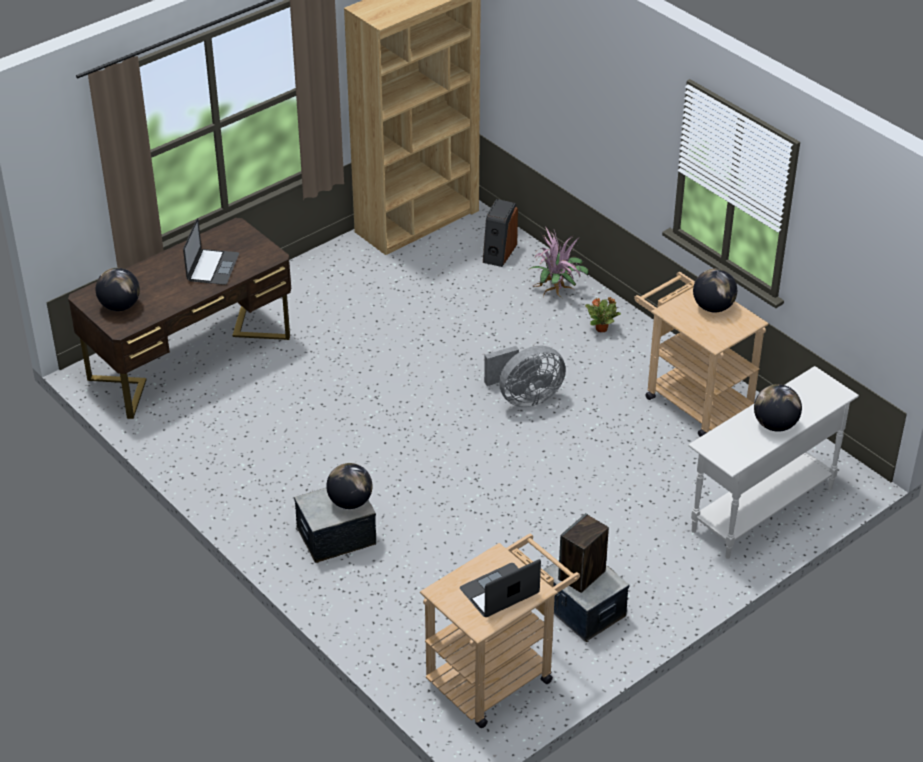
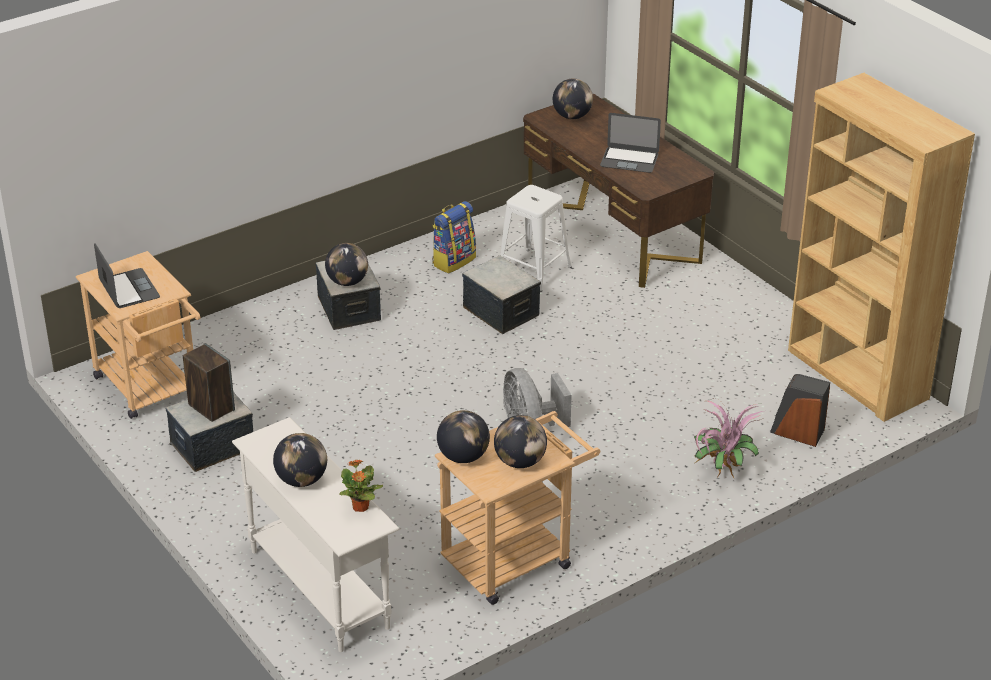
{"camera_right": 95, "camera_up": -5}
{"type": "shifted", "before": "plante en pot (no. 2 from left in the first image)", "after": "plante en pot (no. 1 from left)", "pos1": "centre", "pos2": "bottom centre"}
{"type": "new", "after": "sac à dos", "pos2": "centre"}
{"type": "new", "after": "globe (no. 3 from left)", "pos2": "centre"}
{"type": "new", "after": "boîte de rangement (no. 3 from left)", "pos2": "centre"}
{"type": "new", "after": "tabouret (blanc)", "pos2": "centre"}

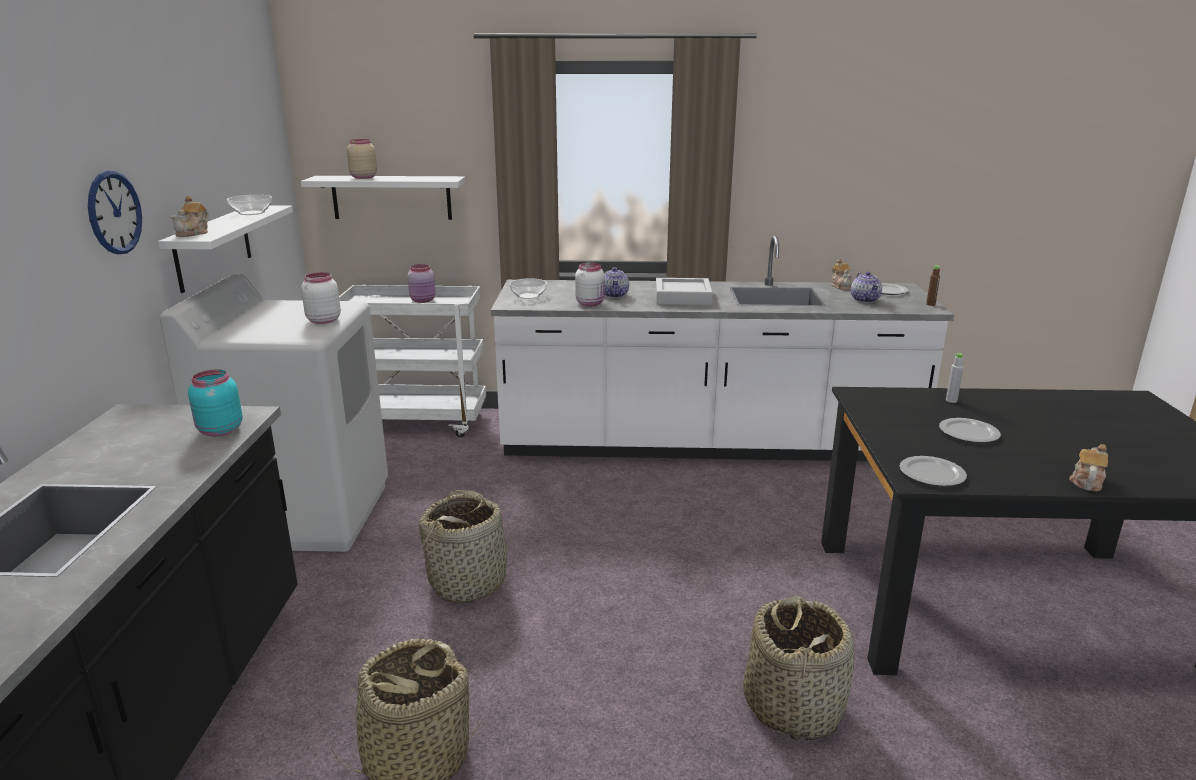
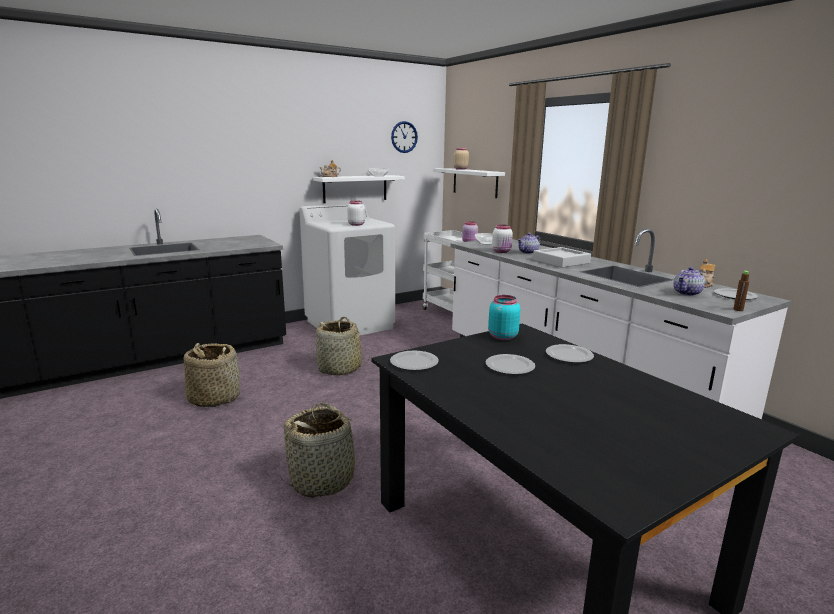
{"camera_right": 55, "camera_up": -5}
{"type": "shifted", "before": "horloge murale", "pos1": "top left", "pos2": "top centre"}
{"type": "shifted", "before": "bocal (turquoise)", "pos1": "middle left", "pos2": "centre"}
{"type": "swapped", "before": "bouteille (gris)", "after": "assiette (no. 3 from left)", "pos1": "middle right", "pos2": "middle right"}
{"type": "gone", "before": "théière (no. 5 from left)", "pos1": "middle right"}

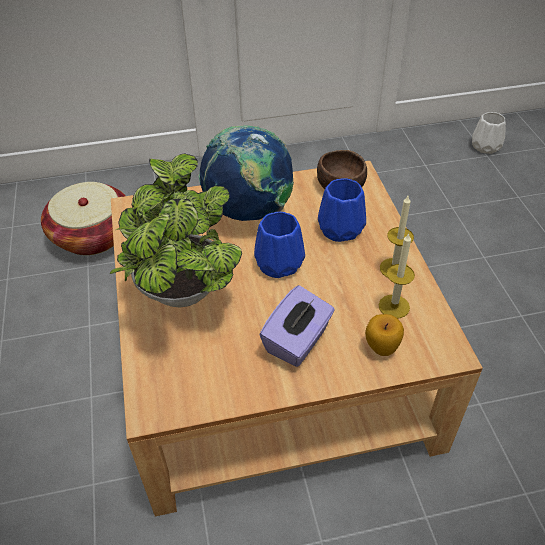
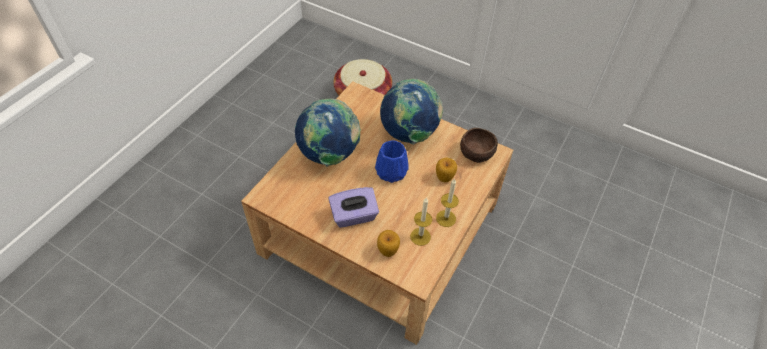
{"camera_right": 40, "camera_up": 5}
{"type": "swapped", "before": "plante en pot", "after": "globe (no. 1 from left)", "pos1": "middle left", "pos2": "centre"}
{"type": "swapped", "before": "vase (bleu) (no. 2 from left)", "after": "pomme (no. 2 from left)", "pos1": "centre", "pos2": "centre"}
{"type": "gone", "before": "vase (blanc)", "pos1": "top right"}

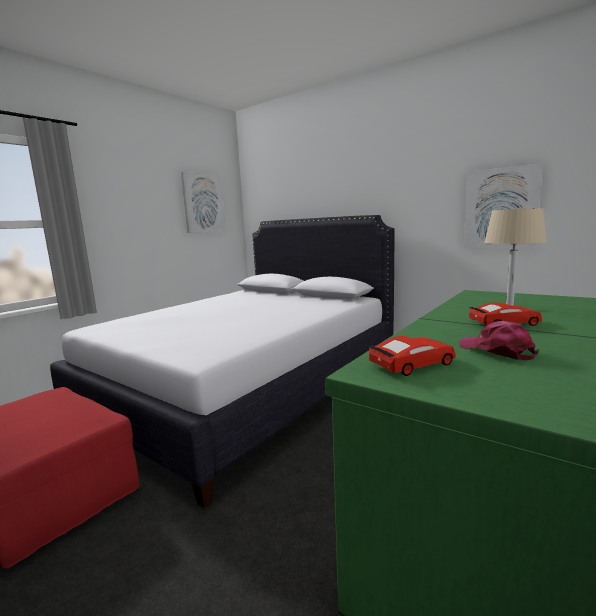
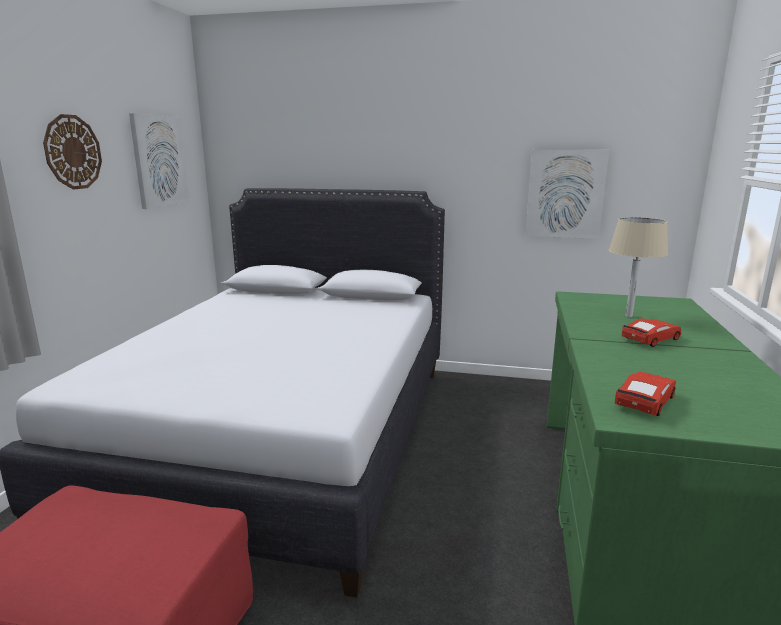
{"camera_right": -25, "camera_up": 5}
{"type": "new", "after": "horloge murale", "pos2": "top left"}
{"type": "gone", "before": "casquette (rose)", "pos1": "middle right"}

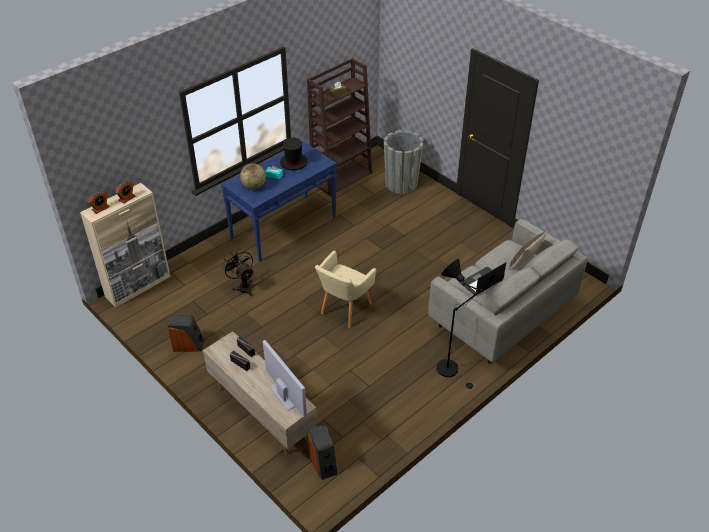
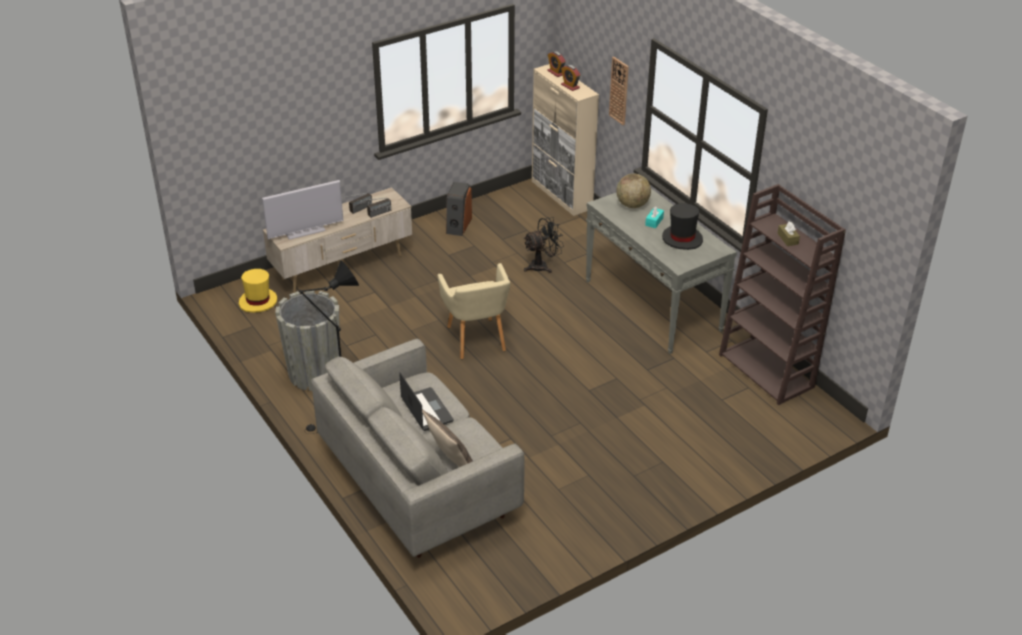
{"camera_right": 100, "camera_up": -5}
{"type": "swapped", "before": "enceinte (no. 2 from left)", "after": "chapeau (jaune)", "pos1": "bottom centre", "pos2": "middle left"}
{"type": "shifted", "before": "cache-pot (gris)", "pos1": "top centre", "pos2": "middle left"}
{"type": "rotated", "before": "fauteuil (beige)", "pos1": "centre", "pos2": "centre", "turn": -150}
{"type": "repainted", "before": "table console (bleu)", "after": "table console (gris)", "pos1": "centre", "pos2": "centre"}
{"type": "new", "after": "horloge murale", "pos2": "top centre"}

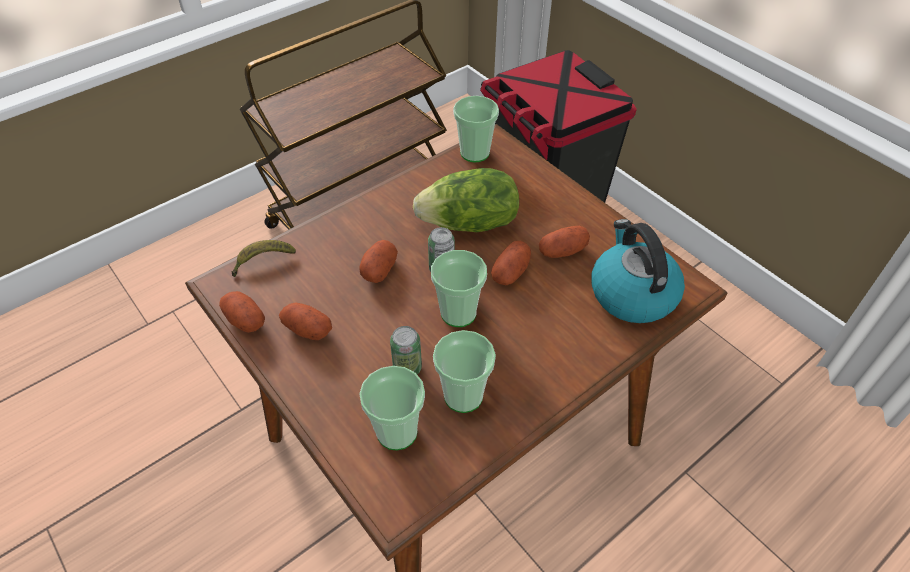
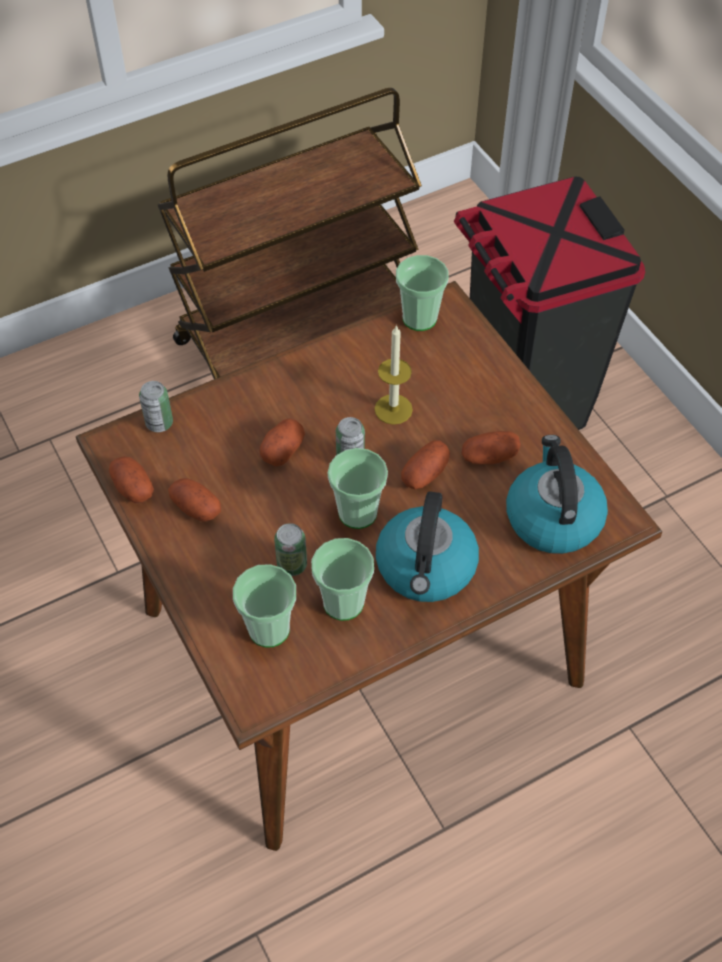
{"camera_right": 10, "camera_up": 5}
{"type": "swapped", "before": "banane", "after": "boîte métallique (no. 1 from left)", "pos1": "middle left", "pos2": "middle left"}
{"type": "swapped", "before": "laitue", "after": "bougie", "pos1": "centre", "pos2": "centre"}
{"type": "new", "after": "bouilloire (no. 1 from left)", "pos2": "centre"}

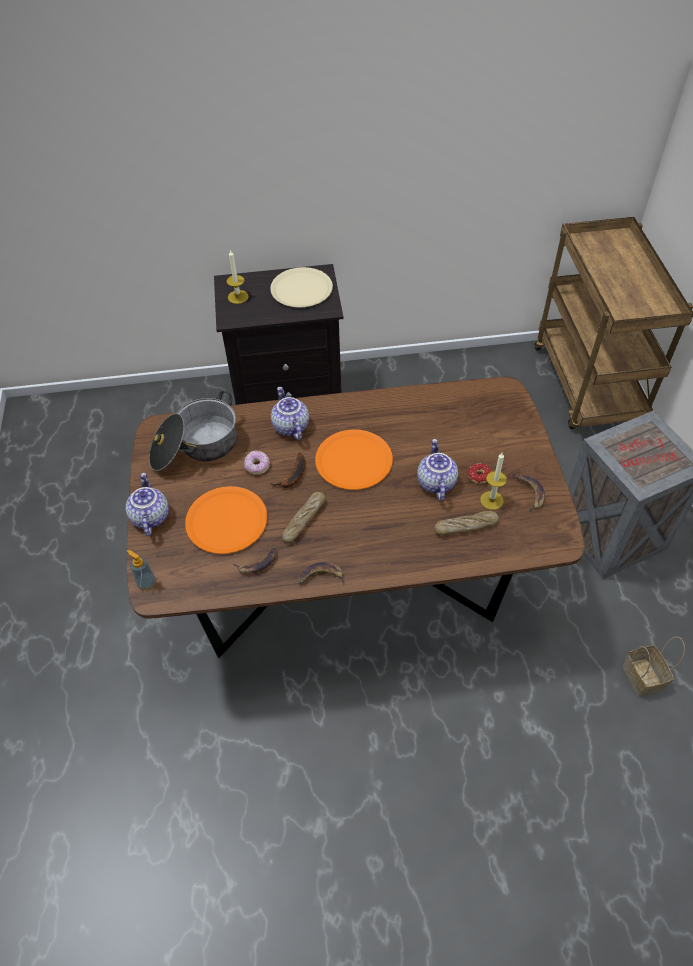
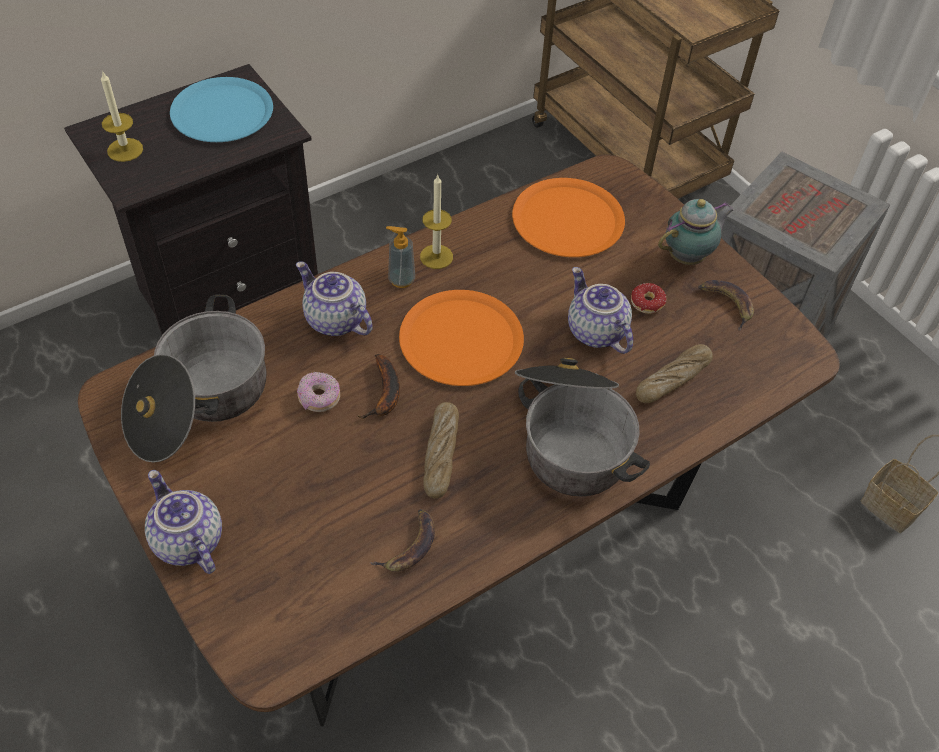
{"camera_right": -30, "camera_up": 0}
{"type": "repainted", "before": "assiette (beige)", "after": "assiette (bleu)", "pos1": "top centre", "pos2": "top left"}
{"type": "shifted", "before": "distributeur de savon", "pos1": "middle left", "pos2": "centre"}
{"type": "shifted", "before": "bougie (no. 2 from left)", "pos1": "middle right", "pos2": "top centre"}
{"type": "shifted", "before": "assiette (orange) (no. 1 from left in the first image)", "after": "assiette (orange) (no. 2 from left)", "pos1": "middle left", "pos2": "top centre"}
{"type": "new", "after": "marmite (no. 2 from left)", "pos2": "centre"}
{"type": "new", "after": "théière (no. 4 from left)", "pos2": "top right"}
{"type": "gone", "before": "banane (no. 3 from left)", "pos1": "centre"}

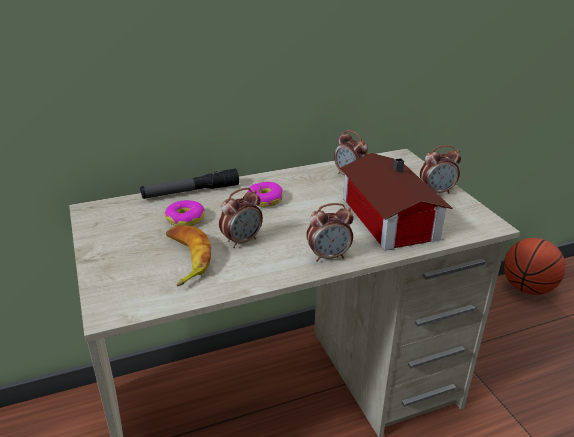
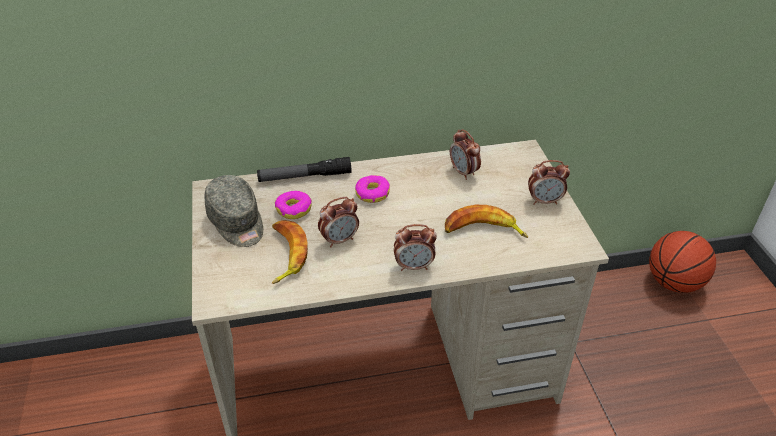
{"camera_right": 10, "camera_up": 10}
{"type": "new", "after": "casquette (gris)", "pos2": "middle left"}
{"type": "swapped", "before": "maison miniature", "after": "banane (no. 2 from left)", "pos1": "middle right", "pos2": "centre"}

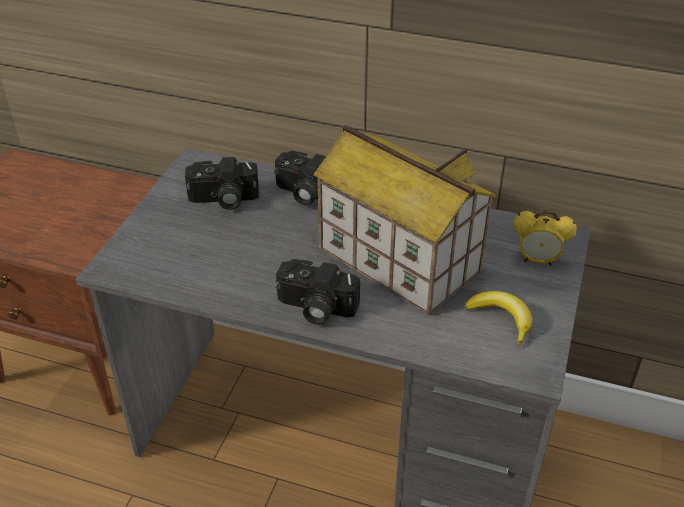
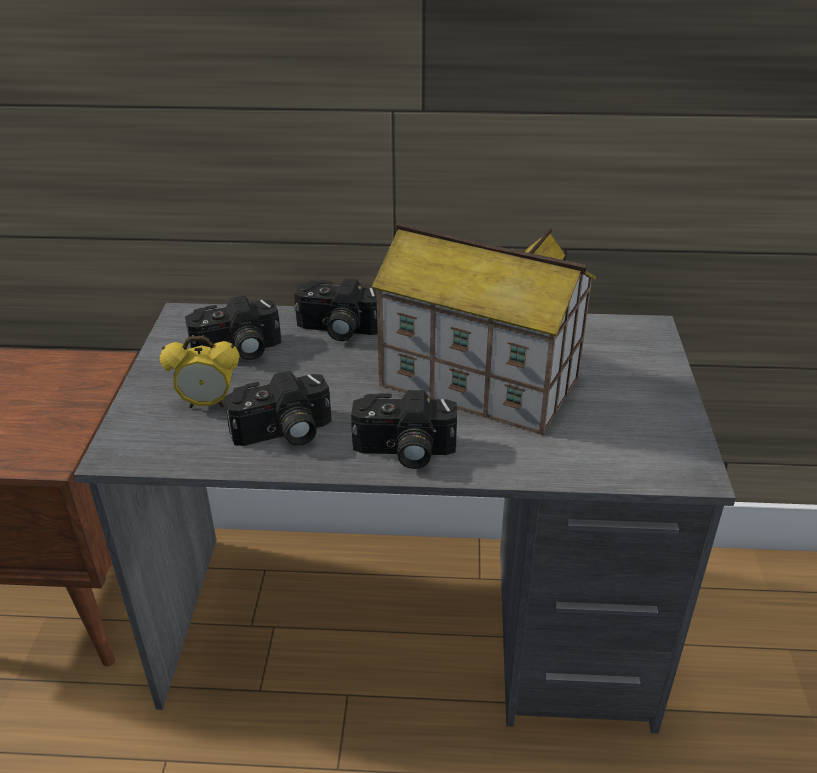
{"camera_right": -15, "camera_up": -5}
{"type": "shifted", "before": "réveil", "pos1": "middle right", "pos2": "middle left"}
{"type": "new", "after": "appareil photo (no. 2 from left)", "pos2": "centre"}
{"type": "gone", "before": "banane", "pos1": "middle right"}

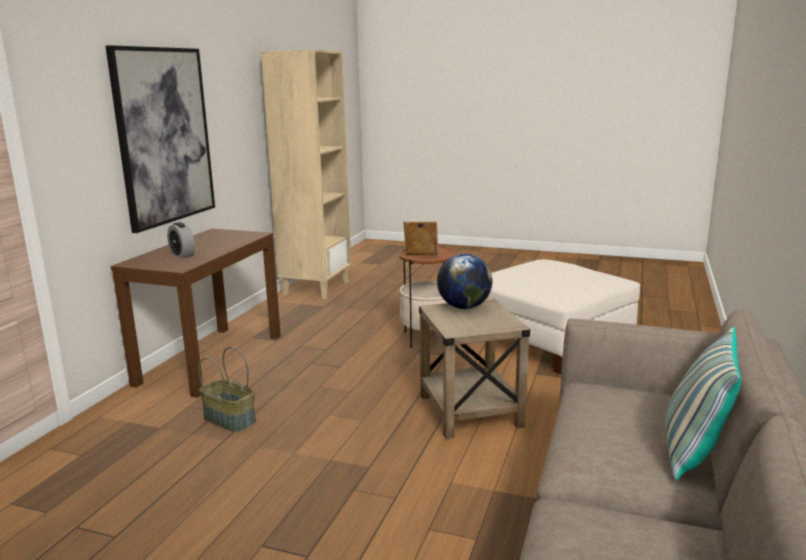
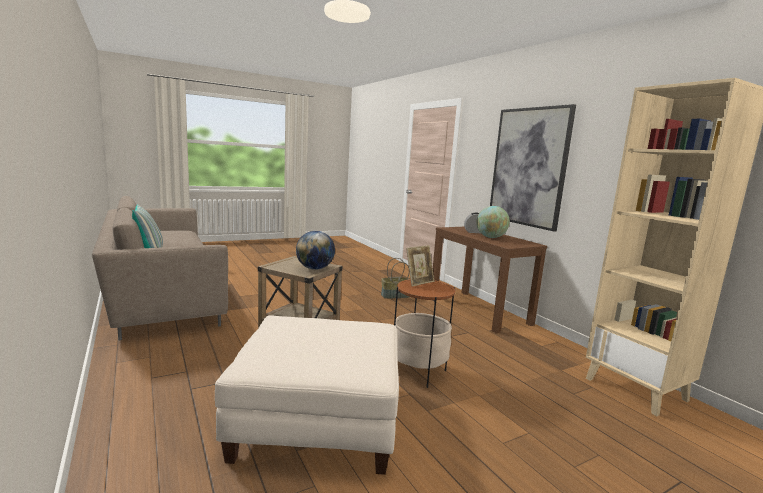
{"camera_right": 130, "camera_up": -5}
{"type": "new", "after": "globe (no. 2 from left)", "pos2": "centre"}

